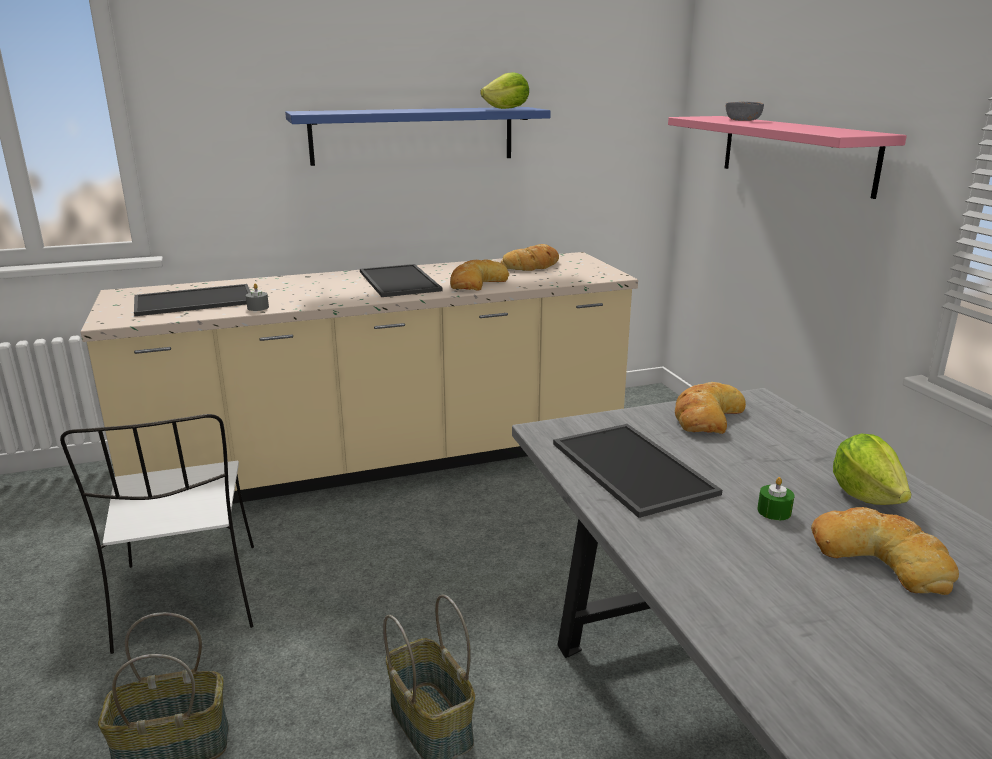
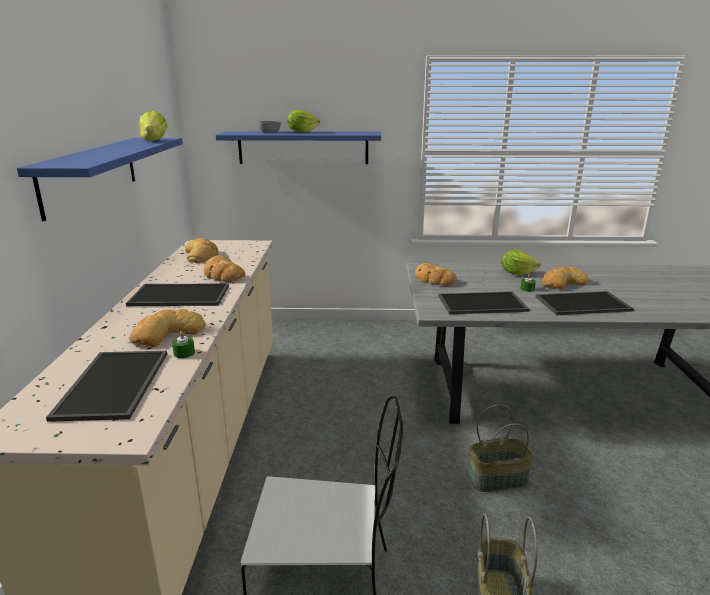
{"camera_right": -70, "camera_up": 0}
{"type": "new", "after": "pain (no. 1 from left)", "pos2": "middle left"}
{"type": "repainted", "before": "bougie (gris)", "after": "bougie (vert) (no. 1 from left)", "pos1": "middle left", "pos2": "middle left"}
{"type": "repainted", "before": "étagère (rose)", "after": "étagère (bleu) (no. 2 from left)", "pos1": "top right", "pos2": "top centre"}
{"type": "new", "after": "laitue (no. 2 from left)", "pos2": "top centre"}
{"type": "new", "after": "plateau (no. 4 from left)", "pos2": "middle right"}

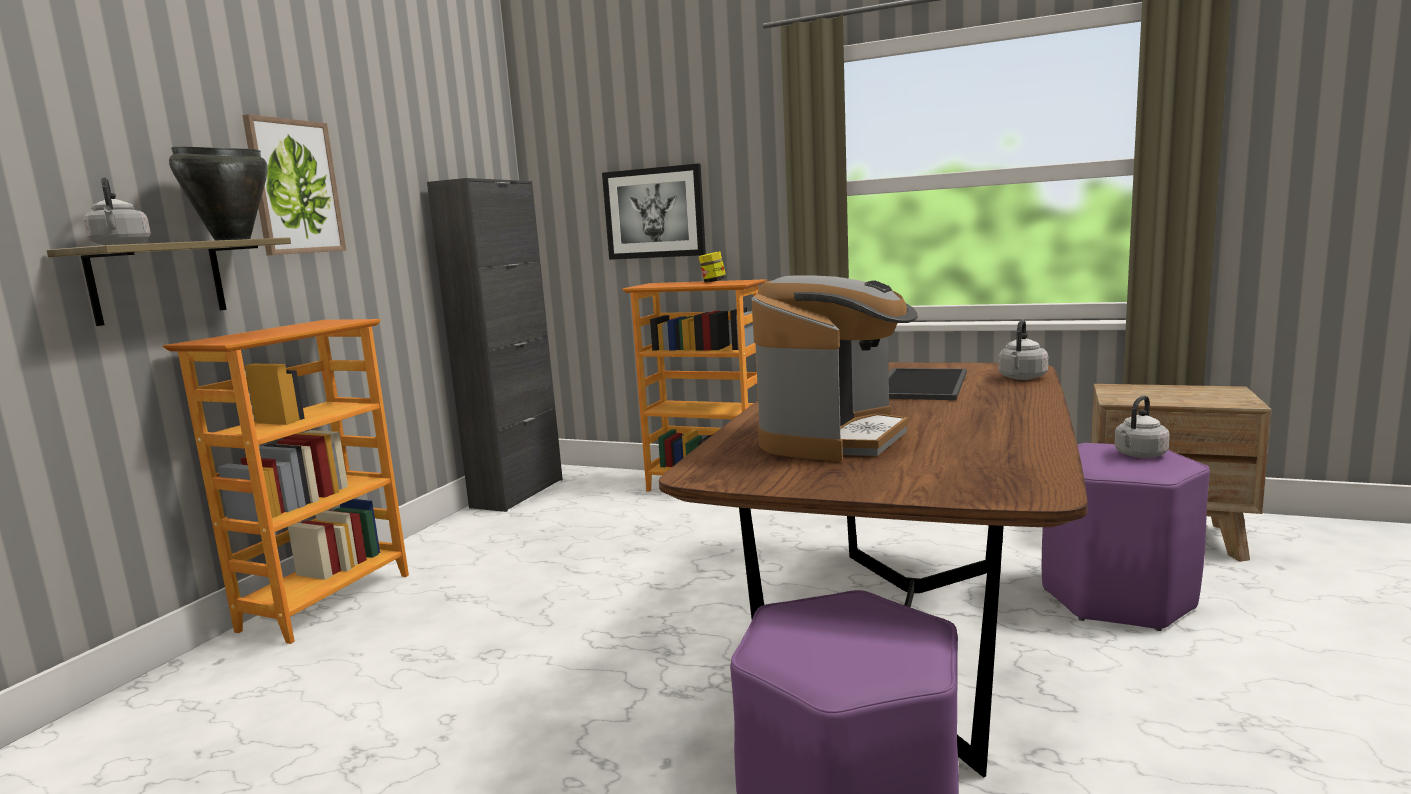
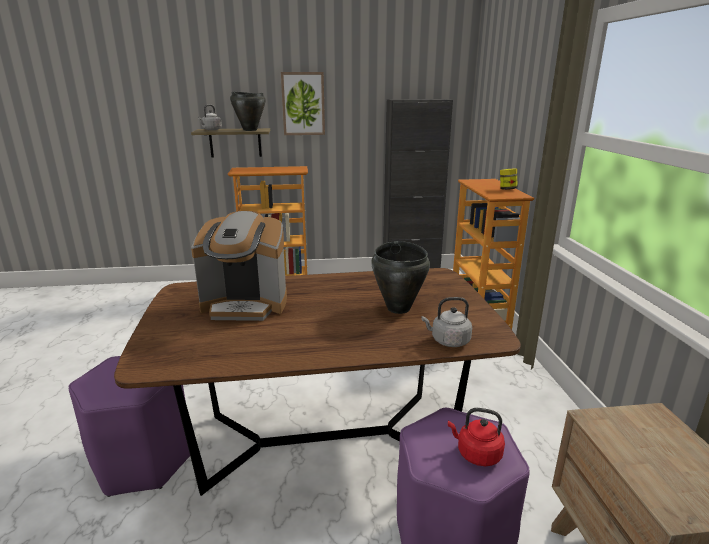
{"camera_right": 60, "camera_up": 10}
{"type": "swapped", "before": "plateau", "after": "marmite (noir) (no. 2 from left)", "pos1": "centre", "pos2": "centre"}
{"type": "repainted", "before": "bouilloire (gris) (no. 3 from left)", "after": "bouilloire (rouge)", "pos1": "middle right", "pos2": "bottom right"}
{"type": "gone", "before": "tableau (no. 2 from left)", "pos1": "top centre"}

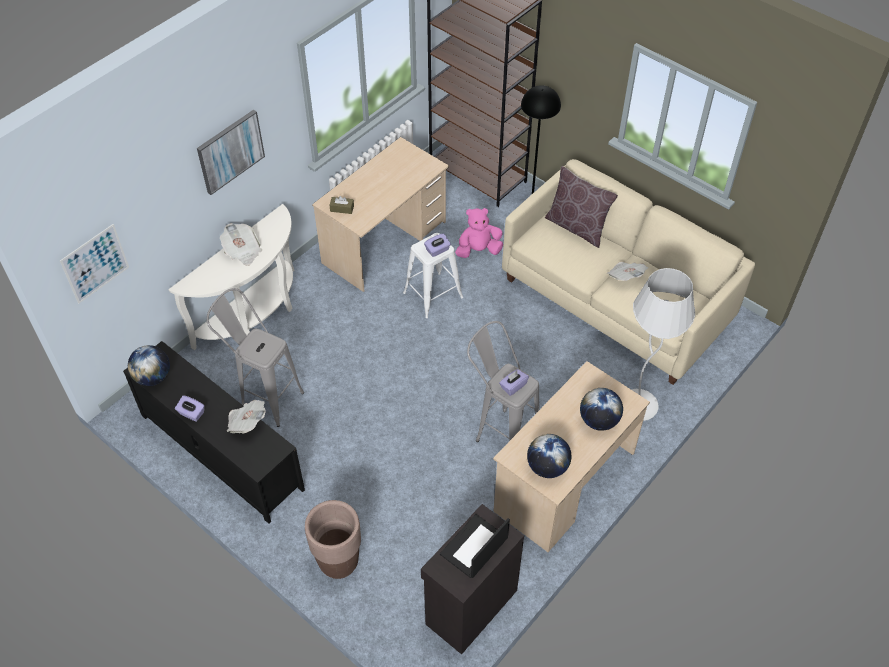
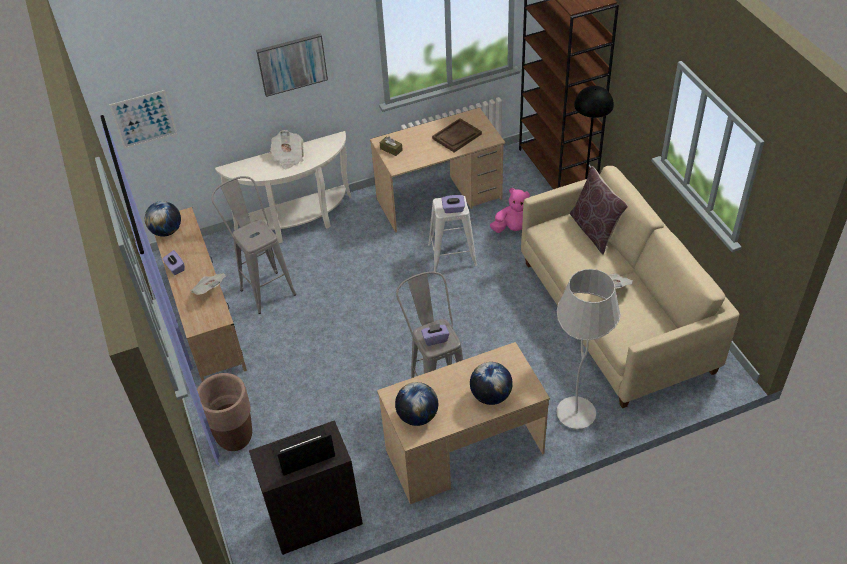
{"camera_right": 30, "camera_up": -5}
{"type": "repainted", "before": "meuble télé (noir)", "after": "meuble télé (beige)", "pos1": "middle left", "pos2": "middle left"}
{"type": "new", "after": "plateau (marron)", "pos2": "top centre"}

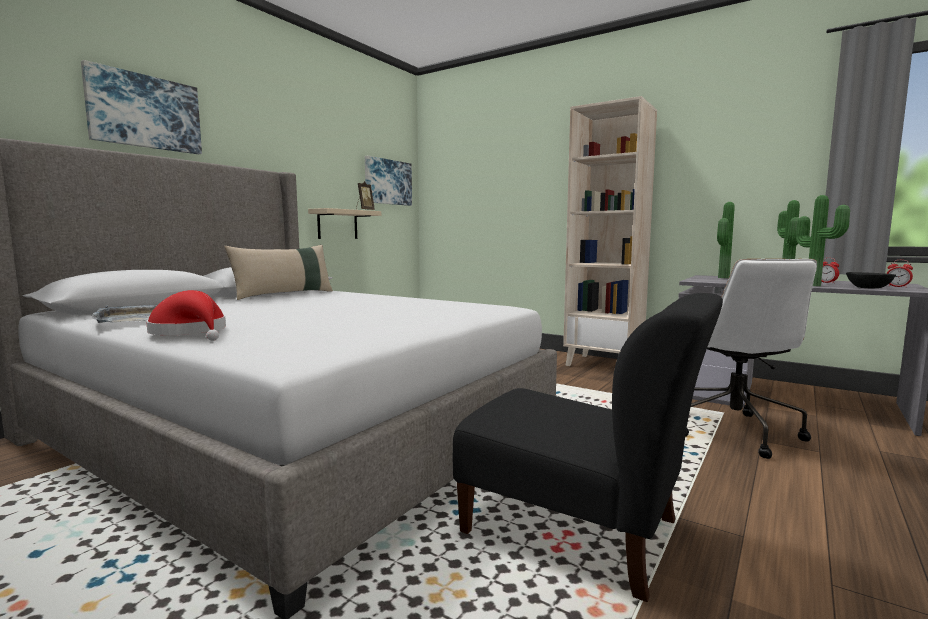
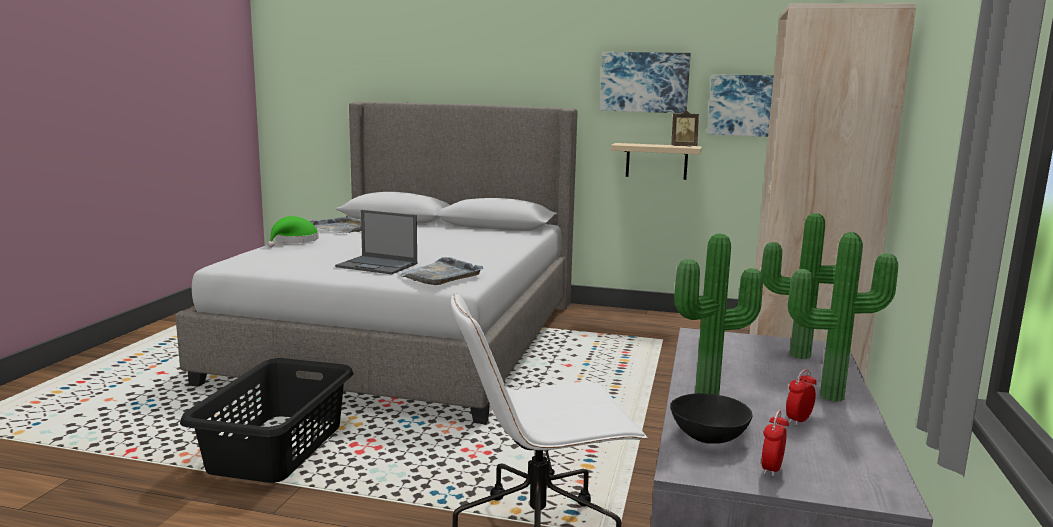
{"camera_right": 70, "camera_up": 5}
{"type": "swapped", "before": "chaise (noir)", "after": "panier à linge (noir)", "pos1": "bottom centre", "pos2": "bottom left"}
{"type": "repainted", "before": "chapeau (rouge)", "after": "chapeau (vert)", "pos1": "middle left", "pos2": "middle left"}
{"type": "new", "after": "ordinateur portable", "pos2": "centre"}
{"type": "new", "after": "plateau (gris) (no. 2 from left)", "pos2": "centre"}
{"type": "shifted", "before": "tableau (no. 1 from left)", "pos1": "top left", "pos2": "top centre"}
{"type": "gone", "before": "coussin (beige)", "pos1": "middle left"}

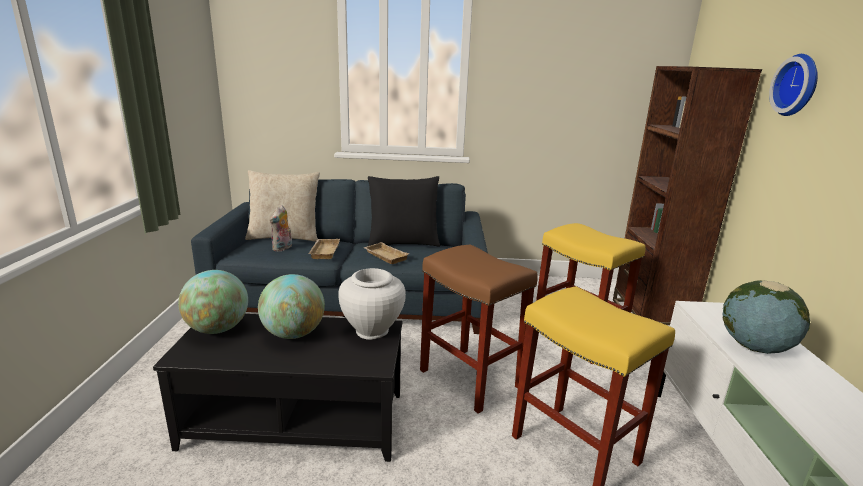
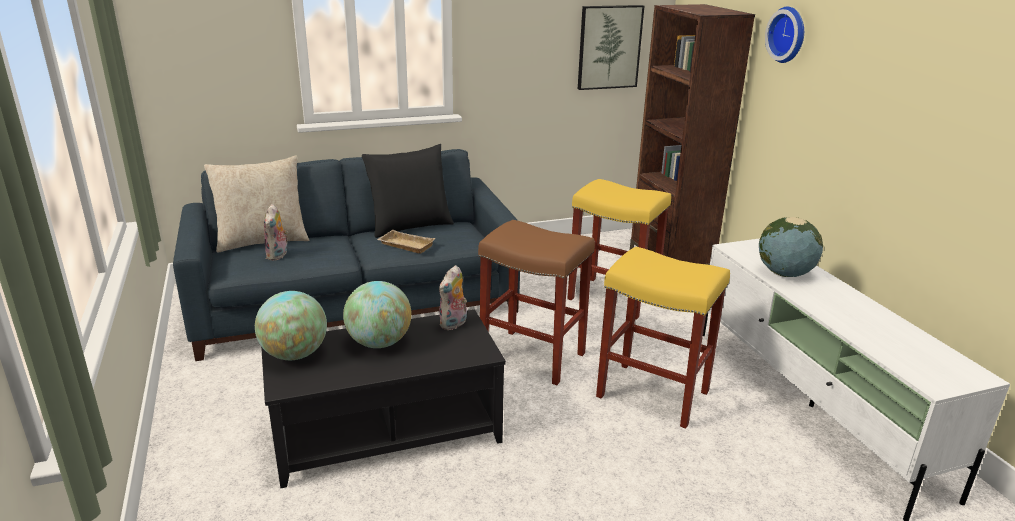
{"camera_right": -20, "camera_up": 5}
{"type": "swapped", "before": "vase (blanc)", "after": "peluche (no. 2 from left)", "pos1": "centre", "pos2": "centre"}
{"type": "new", "after": "tableau", "pos2": "top centre"}
{"type": "gone", "before": "plateau (beige) (no. 1 from left)", "pos1": "centre"}

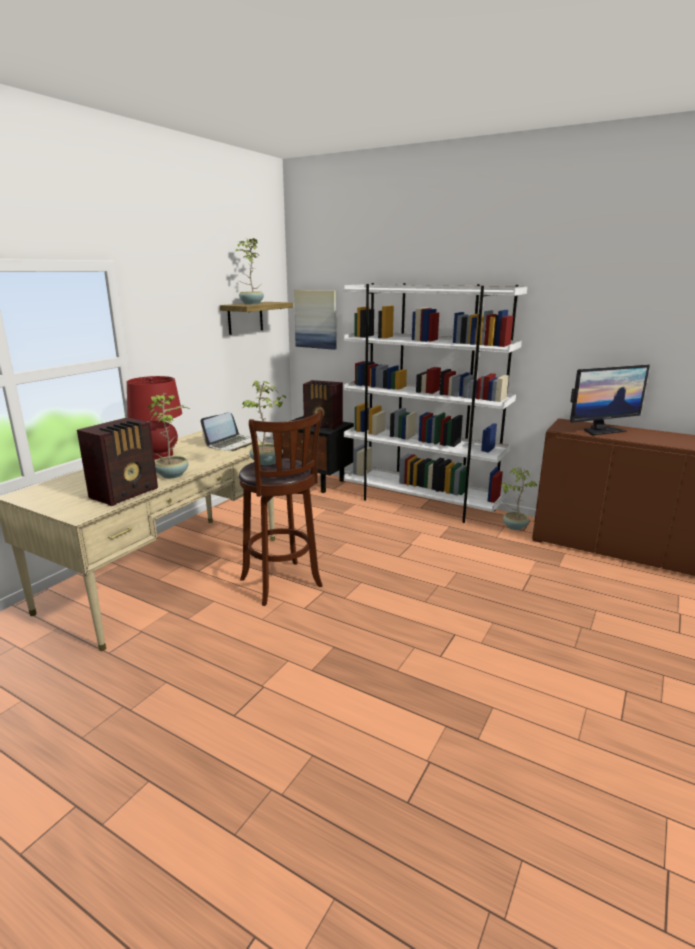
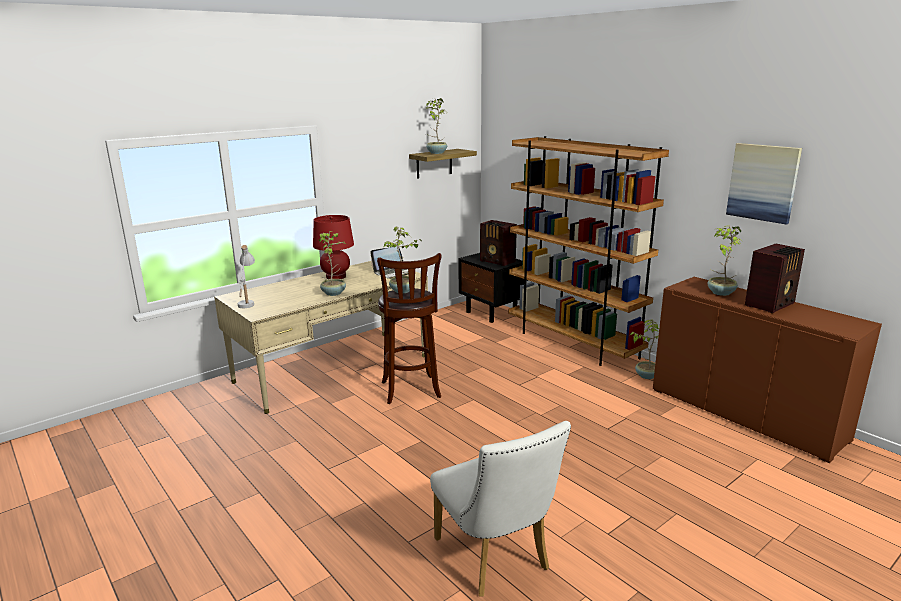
{"camera_right": 20, "camera_up": 0}
{"type": "new", "after": "lampe de table (blanc)", "pos2": "middle left"}
{"type": "new", "after": "chaise (blanc)", "pos2": "bottom centre"}
{"type": "repainted", "before": "bibliothèque (blanc)", "after": "bibliothèque (marron)", "pos1": "centre", "pos2": "centre"}
{"type": "swapped", "before": "écran d'ordinateur", "after": "plante en pot (no. 5 from left)", "pos1": "middle right", "pos2": "middle right"}
{"type": "shifted", "before": "tableau", "pos1": "centre", "pos2": "top right"}
{"type": "shifted", "before": "radio (no. 1 from left in the first image)", "after": "radio (no. 2 from left)", "pos1": "middle left", "pos2": "middle right"}

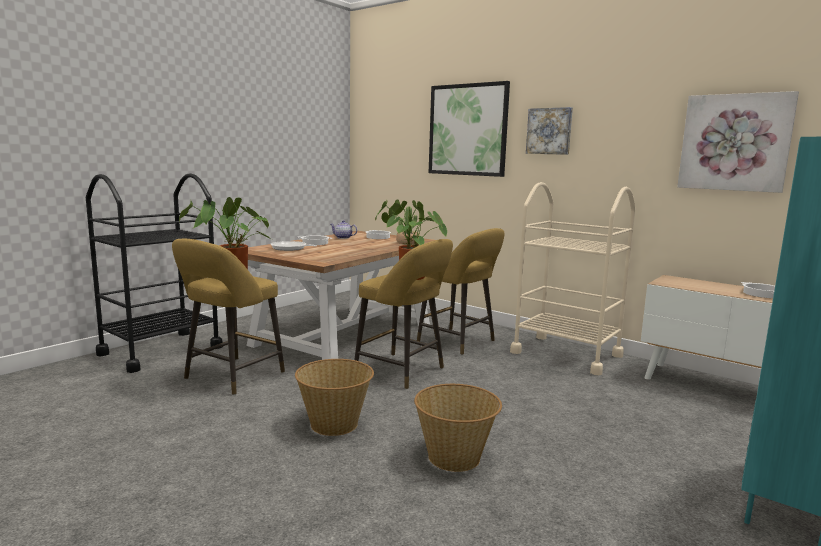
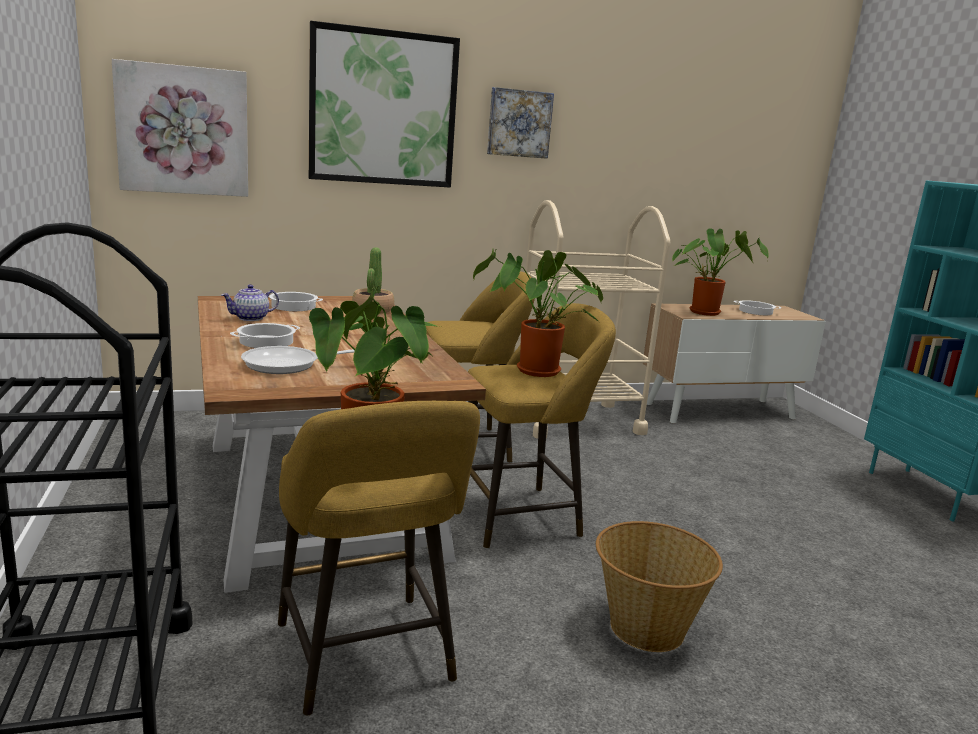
{"camera_right": -55, "camera_up": 5}
{"type": "shifted", "before": "tableau (no. 3 from left in the first image)", "after": "tableau (no. 1 from left)", "pos1": "top right", "pos2": "top left"}
{"type": "new", "after": "plante en pot (no. 4 from left)", "pos2": "middle right"}
{"type": "gone", "before": "panier (no. 2 from left)", "pos1": "bottom centre"}

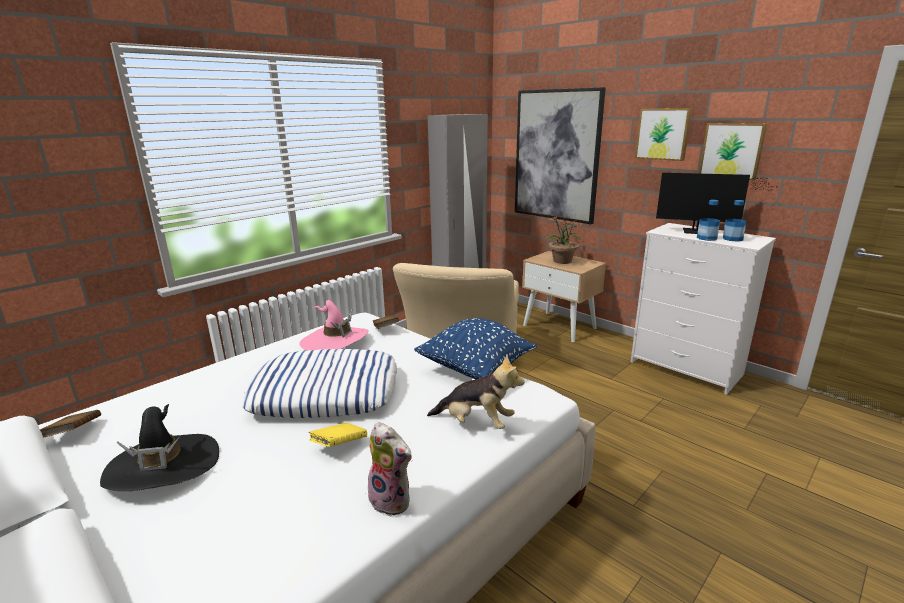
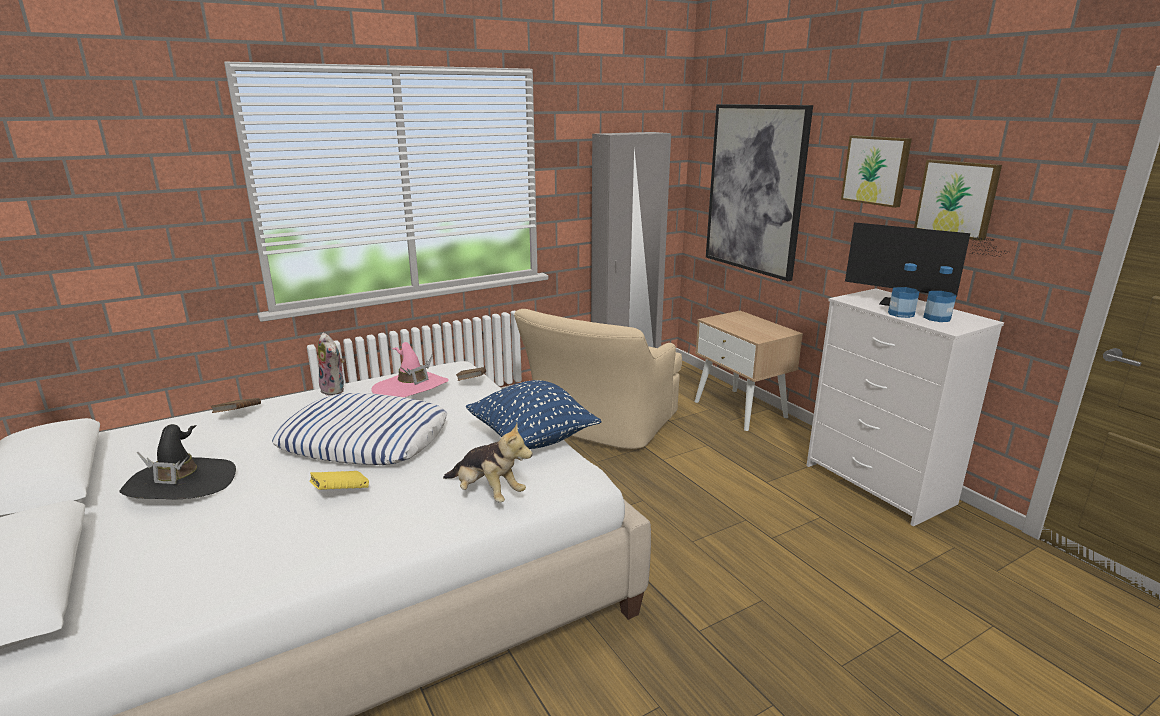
{"camera_right": 15, "camera_up": 0}
{"type": "shifted", "before": "livre (marron) (no. 1 from left)", "pos1": "bottom left", "pos2": "middle left"}
{"type": "shifted", "before": "peluche (no. 1 from left)", "pos1": "bottom centre", "pos2": "middle left"}
{"type": "gone", "before": "plante en pot", "pos1": "centre"}

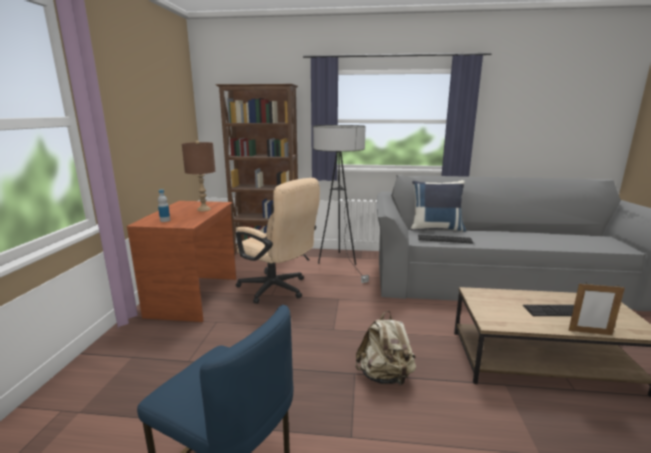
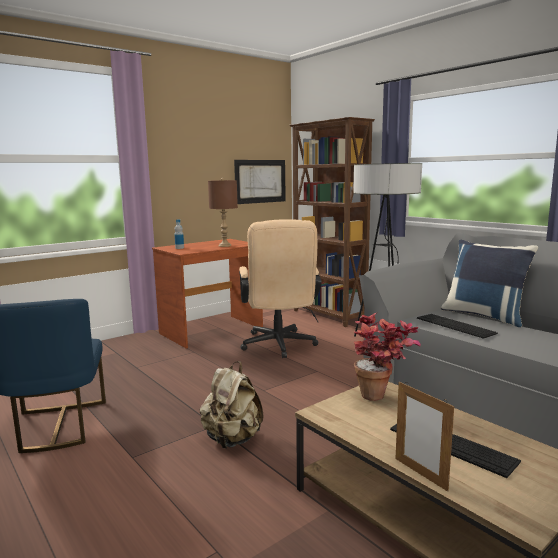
{"camera_right": 45, "camera_up": -5}
{"type": "new", "after": "tableau", "pos2": "top centre"}
{"type": "new", "after": "plante en pot", "pos2": "middle right"}

